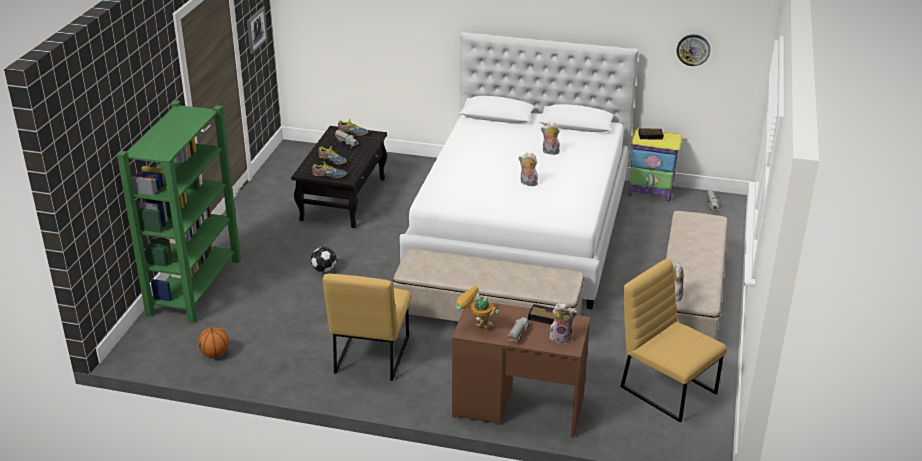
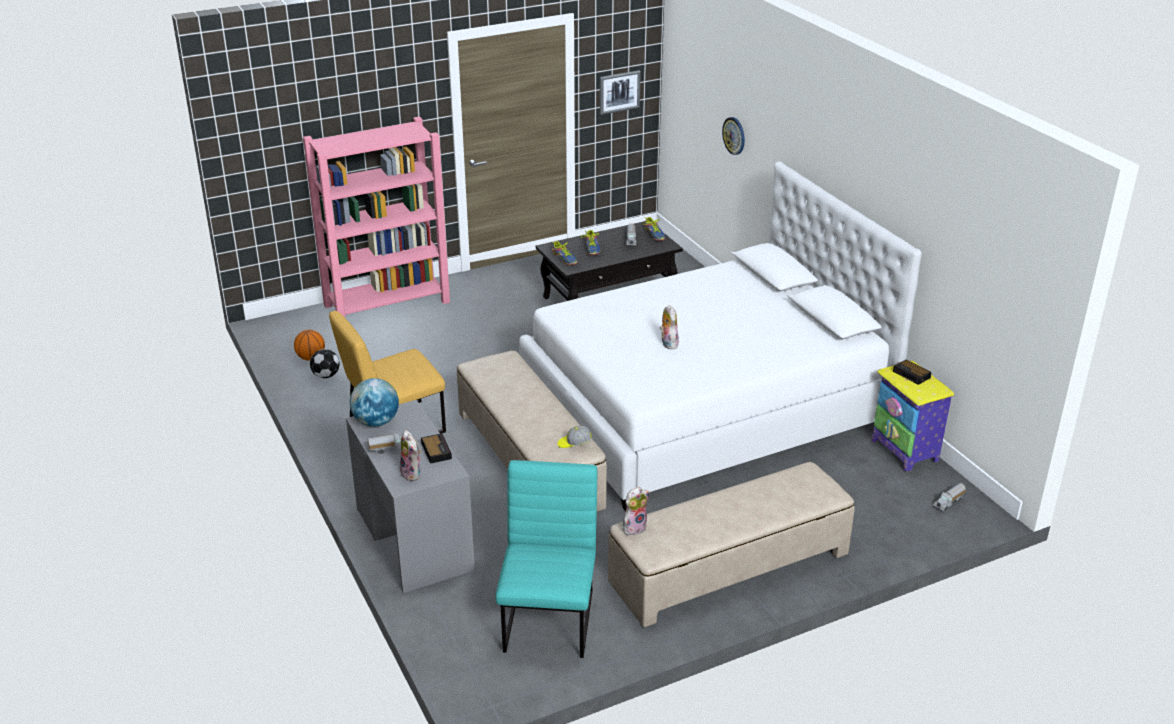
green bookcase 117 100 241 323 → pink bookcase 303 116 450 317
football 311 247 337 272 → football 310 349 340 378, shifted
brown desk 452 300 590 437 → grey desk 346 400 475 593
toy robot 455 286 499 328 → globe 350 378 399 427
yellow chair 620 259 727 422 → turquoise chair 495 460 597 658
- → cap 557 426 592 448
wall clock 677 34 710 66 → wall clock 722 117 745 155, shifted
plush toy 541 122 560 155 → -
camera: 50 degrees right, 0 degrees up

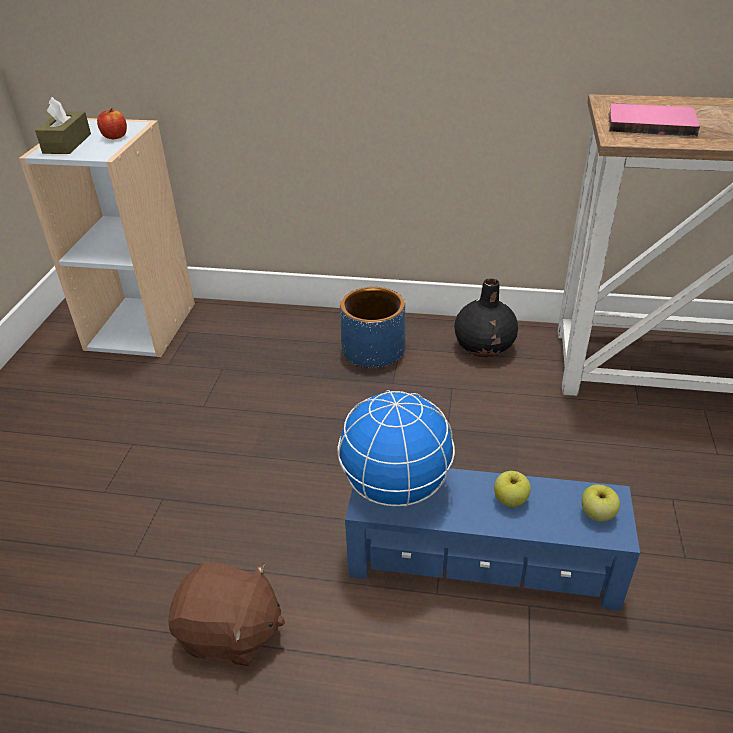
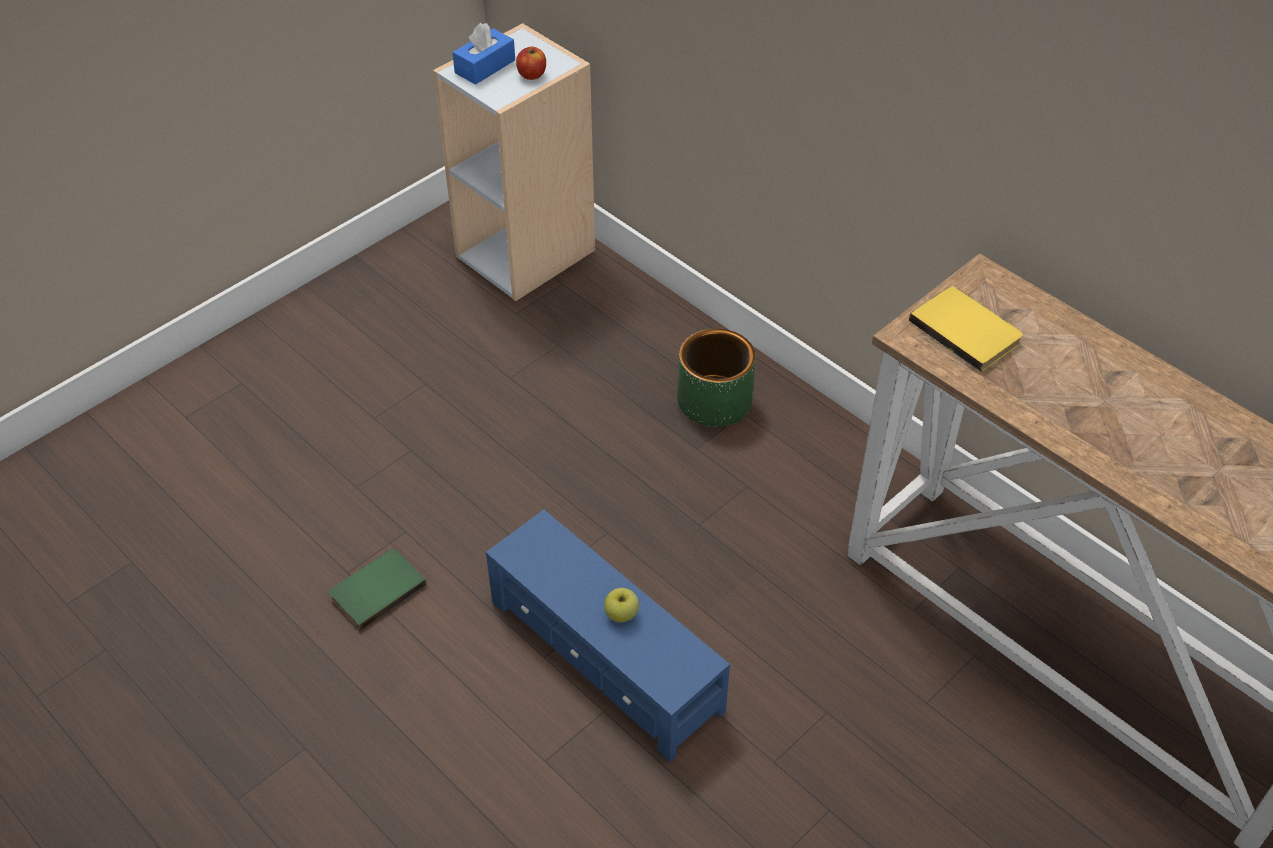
brown plush toy 168 562 285 666 → green book 329 549 427 630
brown tissue box 35 97 91 154 → blue tissue box 452 23 515 85
blue planter 340 287 406 368 → green planter 677 328 756 427
pink book 608 104 700 136 → yellow book 909 286 1023 372
globe 338 390 455 507 → -
black vase 454 278 518 358 → -
apple 582 484 620 522 → -
camera: 35 degrees right, 10 degrees up

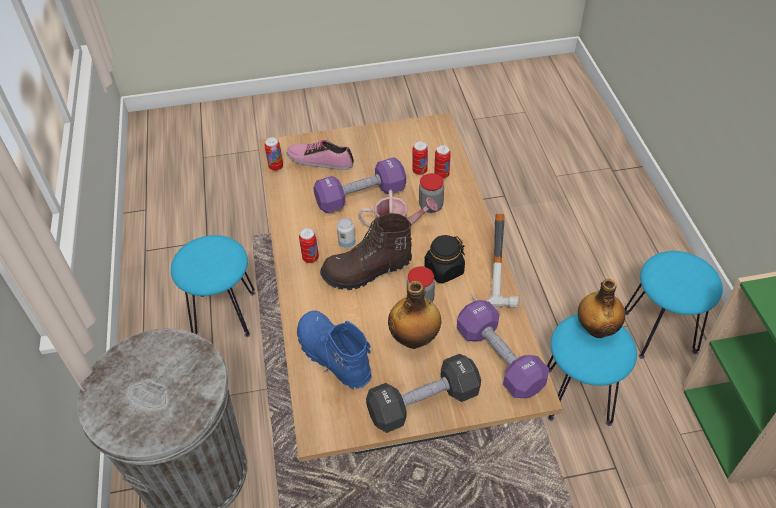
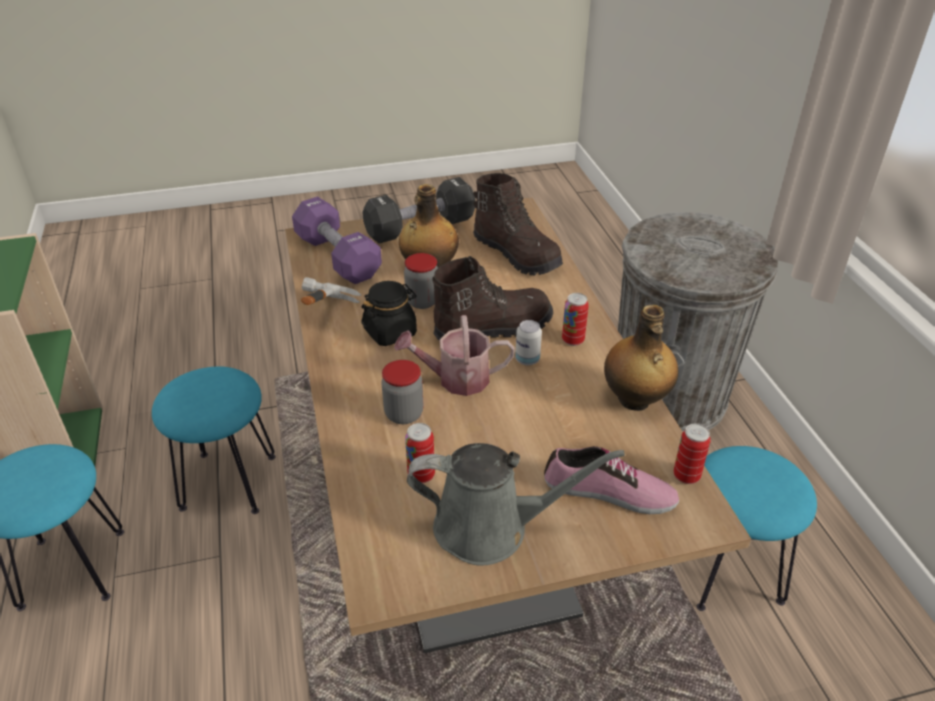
- → grey watering can 407 443 625 565
blue boot 297 310 372 389 → brown boot 473 173 563 275
bottle 578 279 625 338 → bottle 604 305 678 411, shifted
purple dumbbell 313 157 406 213 → -
can 434 145 451 179 → -
camera: 175 degrees right, 10 degrees down

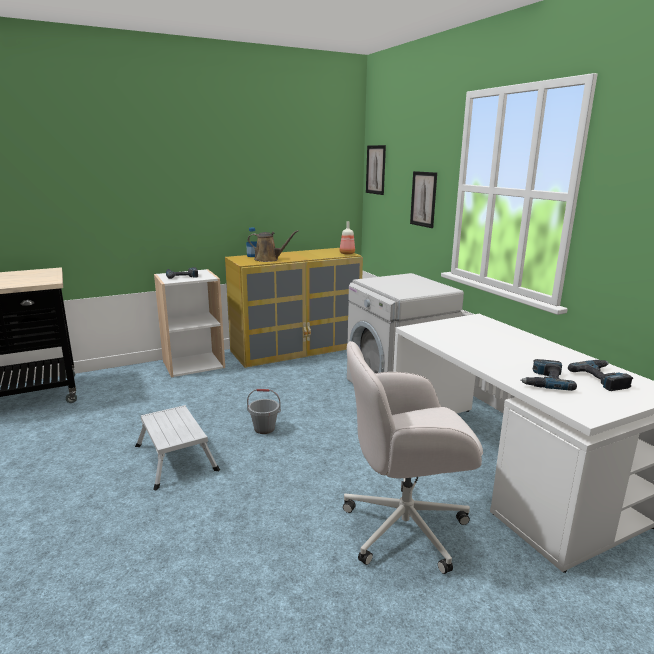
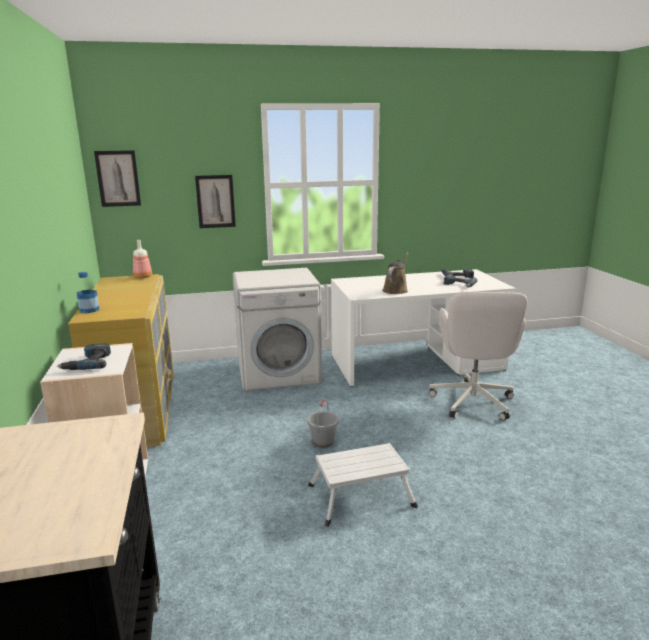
brown watering can 248 230 299 262 → brown watering can 382 252 408 294, shifted
camera: 75 degrees left, 0 degrees up

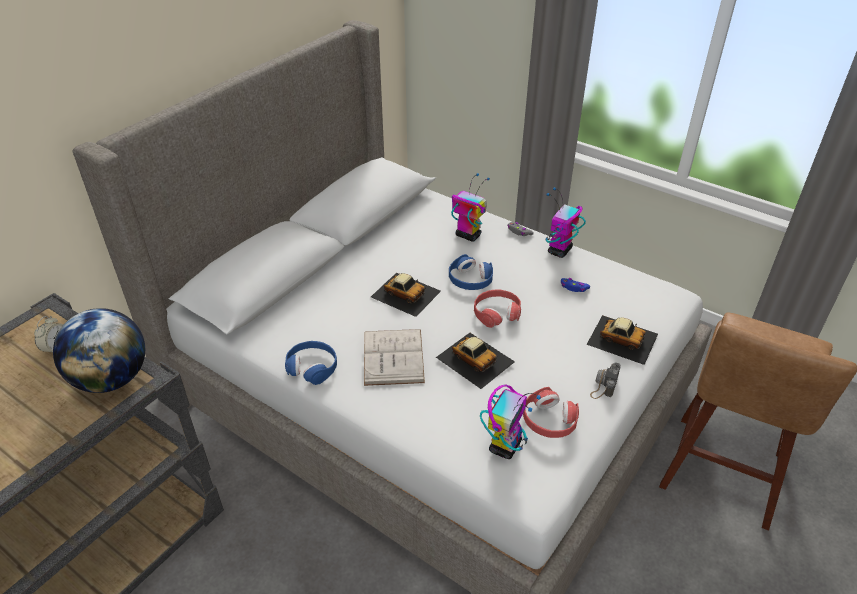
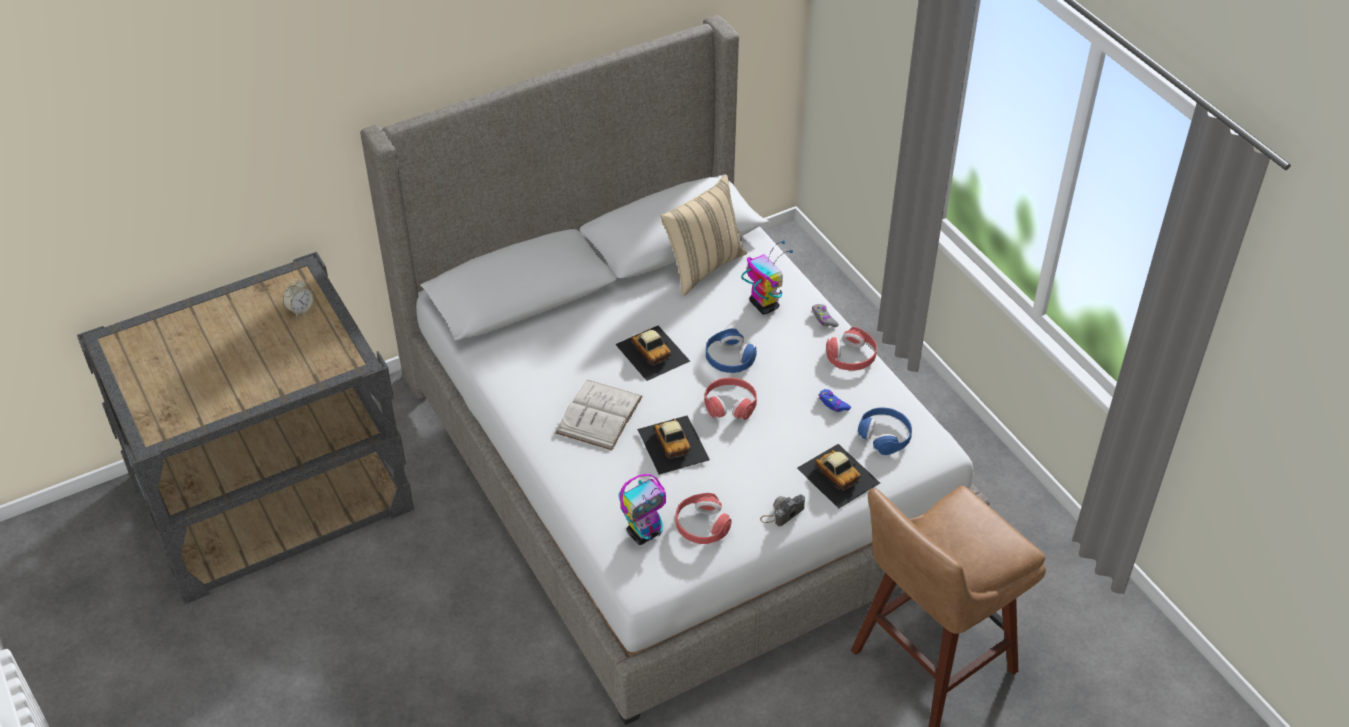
- → beige pillow 661 174 747 296
toy robot 546 187 586 258 → red headphones 826 327 877 371
blue headphones 285 341 337 385 → blue headphones 858 407 912 455, shifted
globe 53 308 145 393 → -
camera: 25 degrees right, 5 degrees up

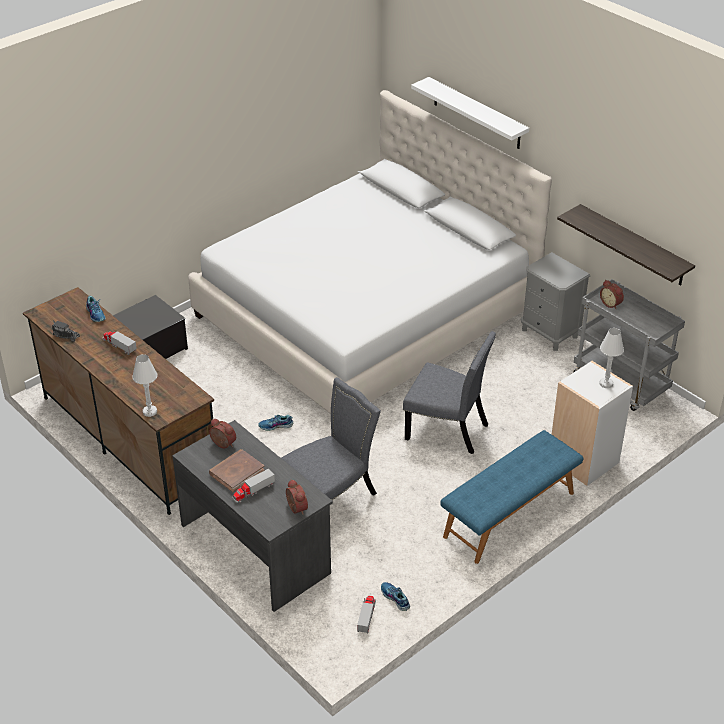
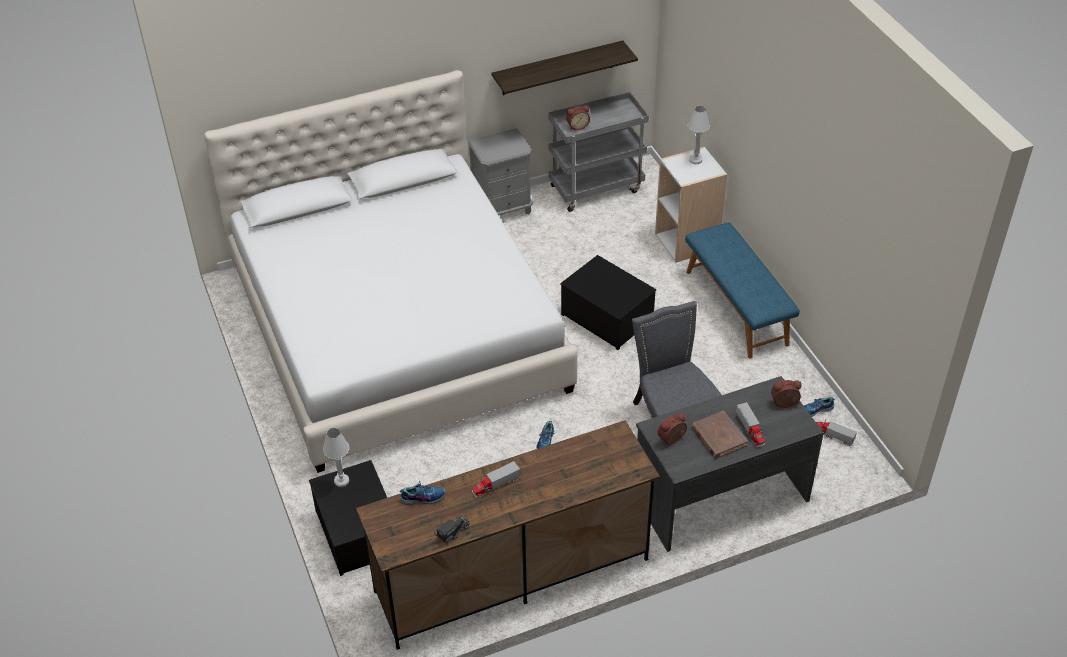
white table lamp 132 354 157 417 → white table lamp 323 428 349 487, shifted
grey chair 403 331 496 454 → storage box 560 255 657 350
white shelf 411 77 529 149 → -
camera: 70 degrees left, 5 degrees up

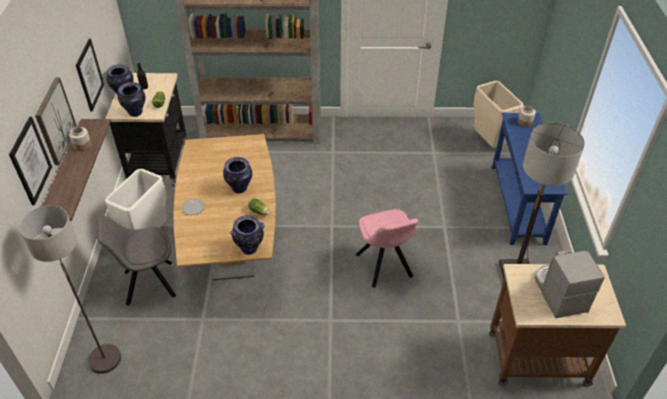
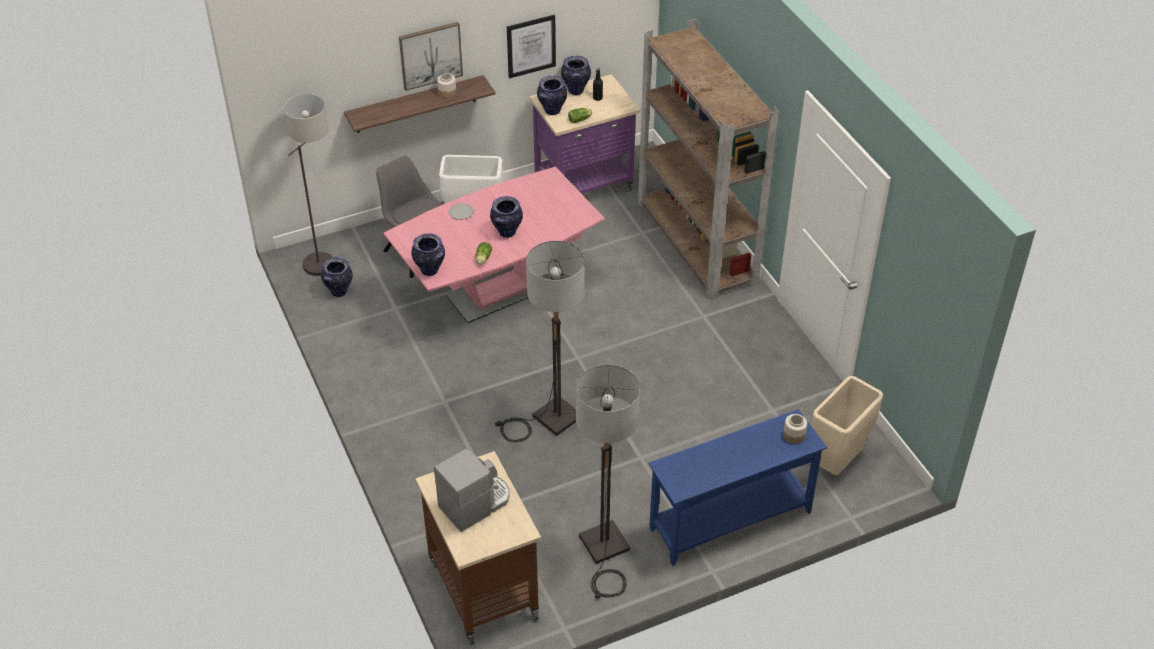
- → vase 321 257 353 297
brown dining table 174 134 276 281 → pink dining table 384 167 605 323
pink chair 356 209 418 288 → floor lamp 495 241 585 442
black cart 105 73 187 187 → purple cart 530 74 640 194
picture 9 117 52 205 → -
camera: 65 degrees right, 0 degrees up

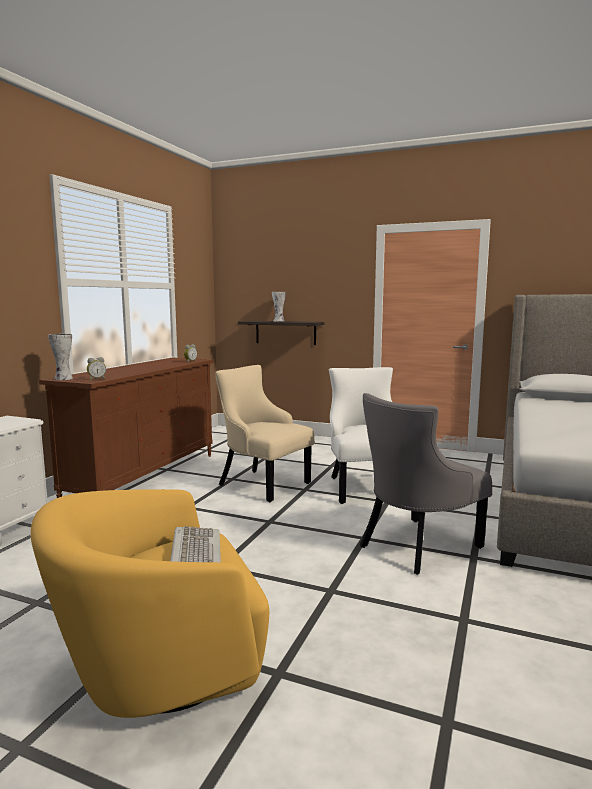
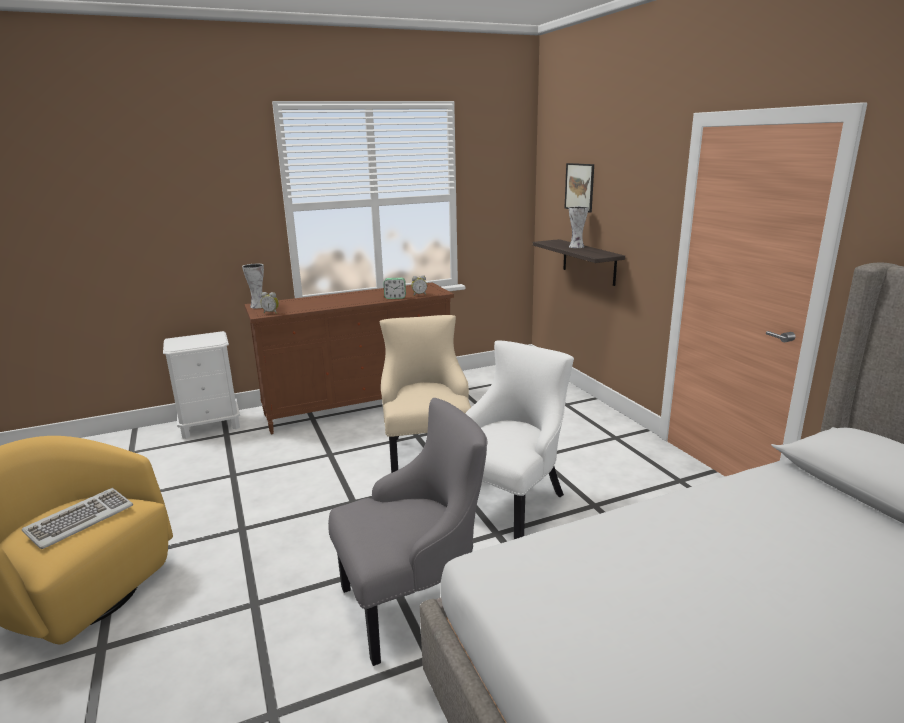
grey chair 360 393 493 575 → grey chair 328 398 487 666, 150 degrees clockwise
- → alarm clock 383 278 406 299
- → picture 564 163 594 213
camera: 45 degrees right, 10 degrees up

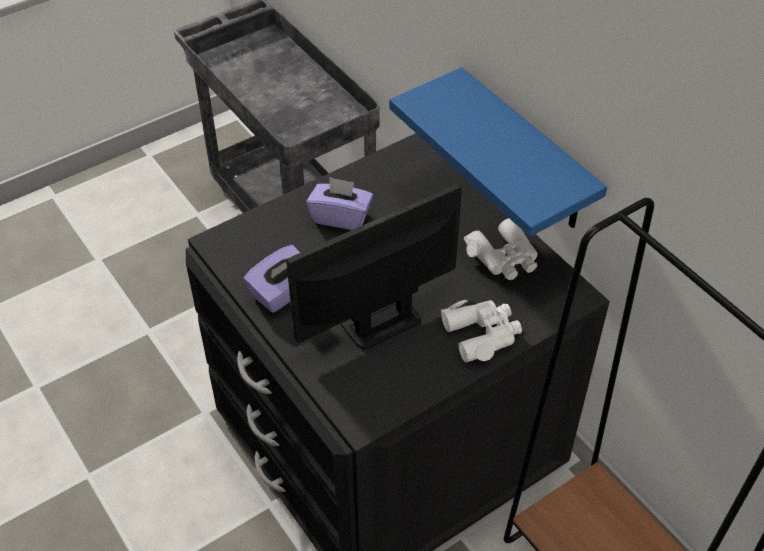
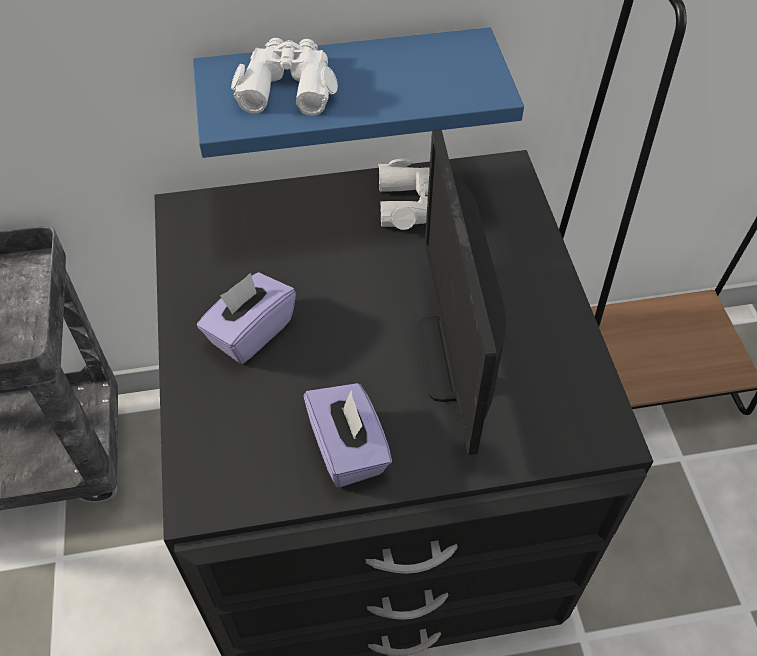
white binoculars 441 300 522 362 → white binoculars 231 38 338 116, shifted
camera: 65 degrees left, 5 degrees up

